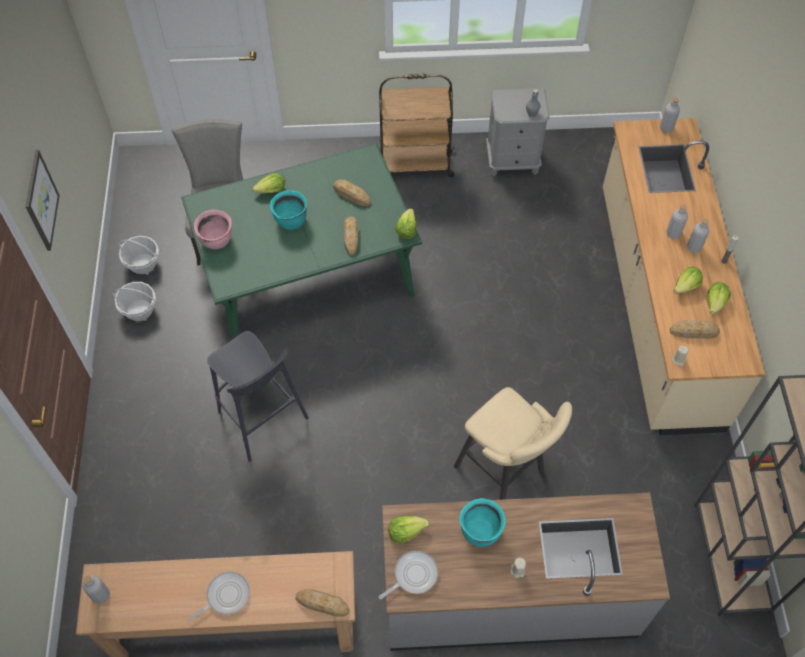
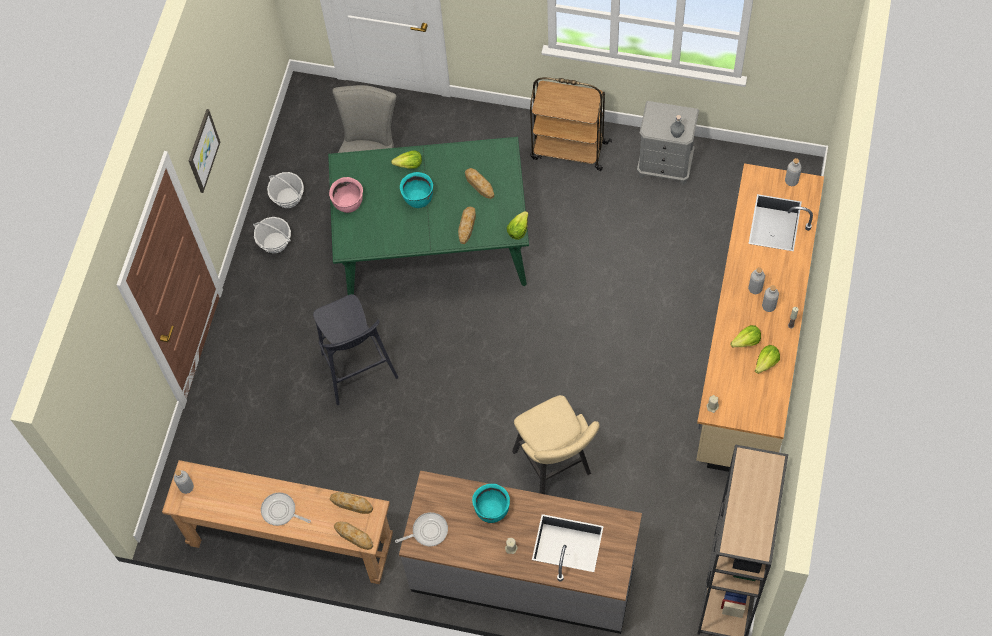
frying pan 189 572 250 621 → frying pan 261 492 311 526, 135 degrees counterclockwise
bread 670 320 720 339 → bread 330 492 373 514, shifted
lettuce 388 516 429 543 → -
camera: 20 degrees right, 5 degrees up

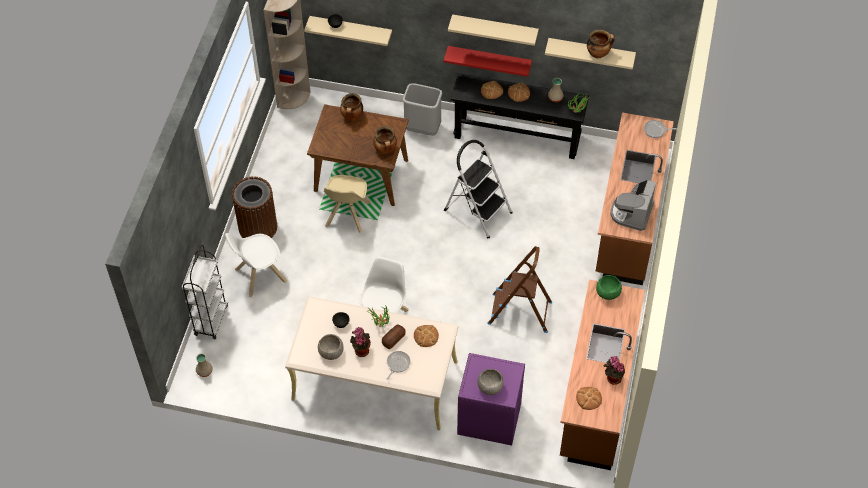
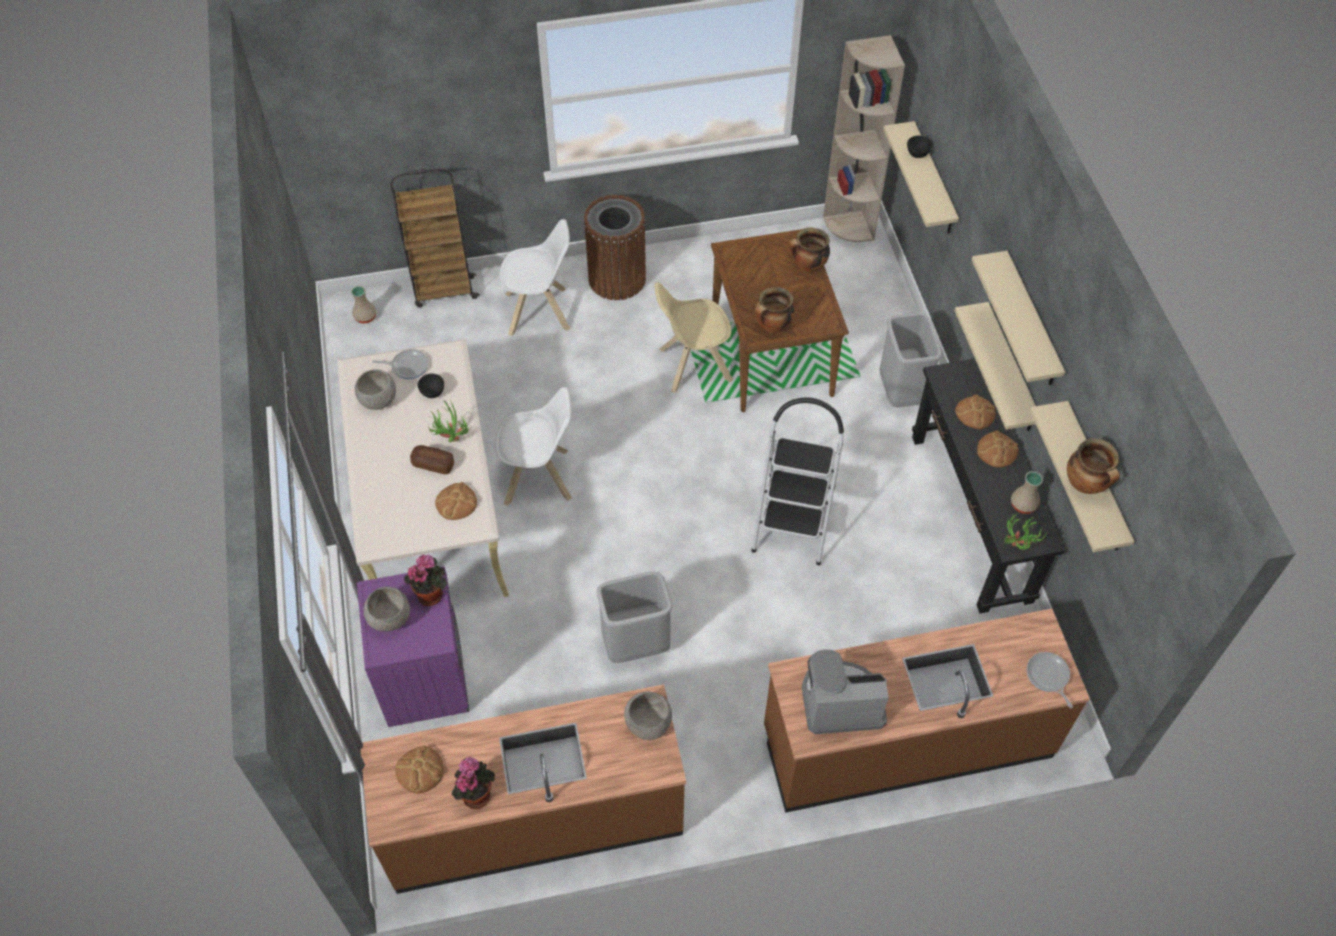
frying pan 387 351 411 380 → frying pan 373 349 428 379, shifted
white cart 182 245 228 340 → brown cart 391 169 480 308
potted plant 350 327 371 357 → potted plant 404 554 447 606, shifted
white chair 225 233 288 297 → white chair 500 219 571 336, 135 degrees clockwise
brown step ladder 487 246 552 333 → grey trash can 596 572 672 663
green bowl 596 275 622 300 → grey bowl 624 692 672 740
red shelf 444 46 532 77 → beige shelf 955 302 1036 431
camera: 65 degrees right, 0 degrees up

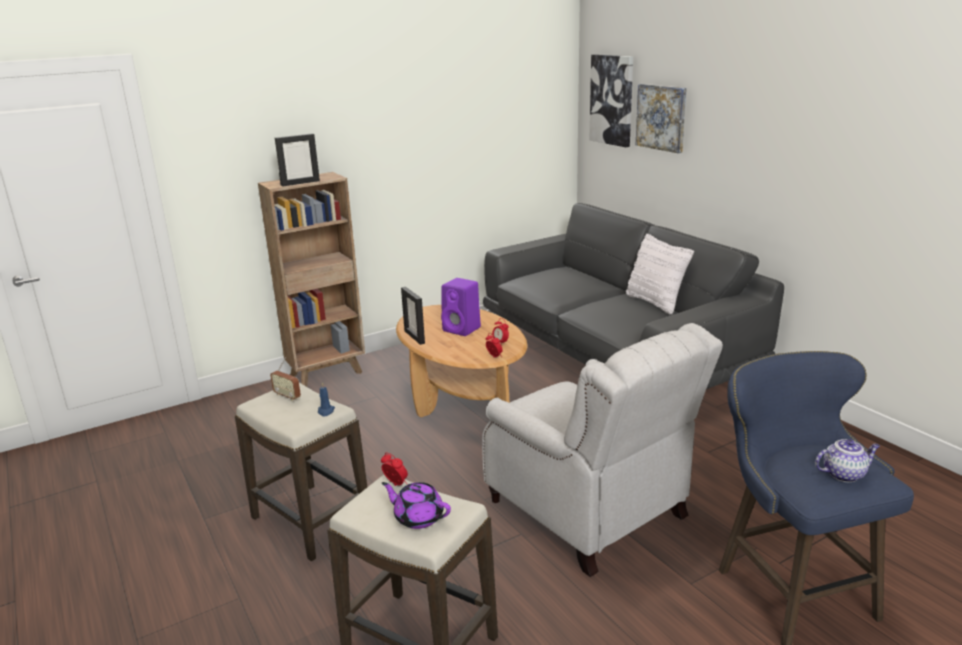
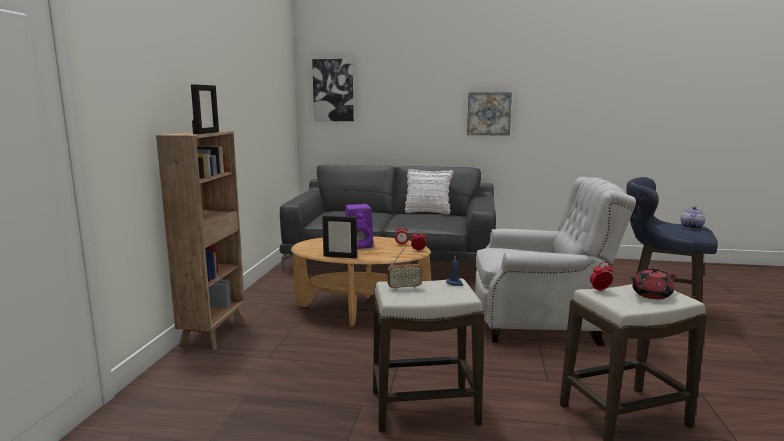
picture 636 84 687 153 → picture 467 92 512 136, shifted
purple teapot 382 482 451 529 → red teapot 630 267 675 299
camera: 50 degrees left, 10 degrees down

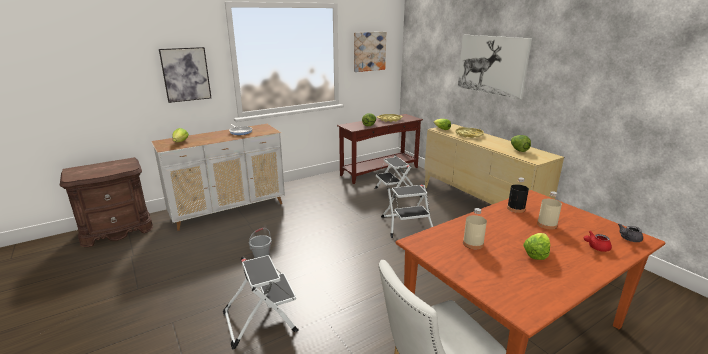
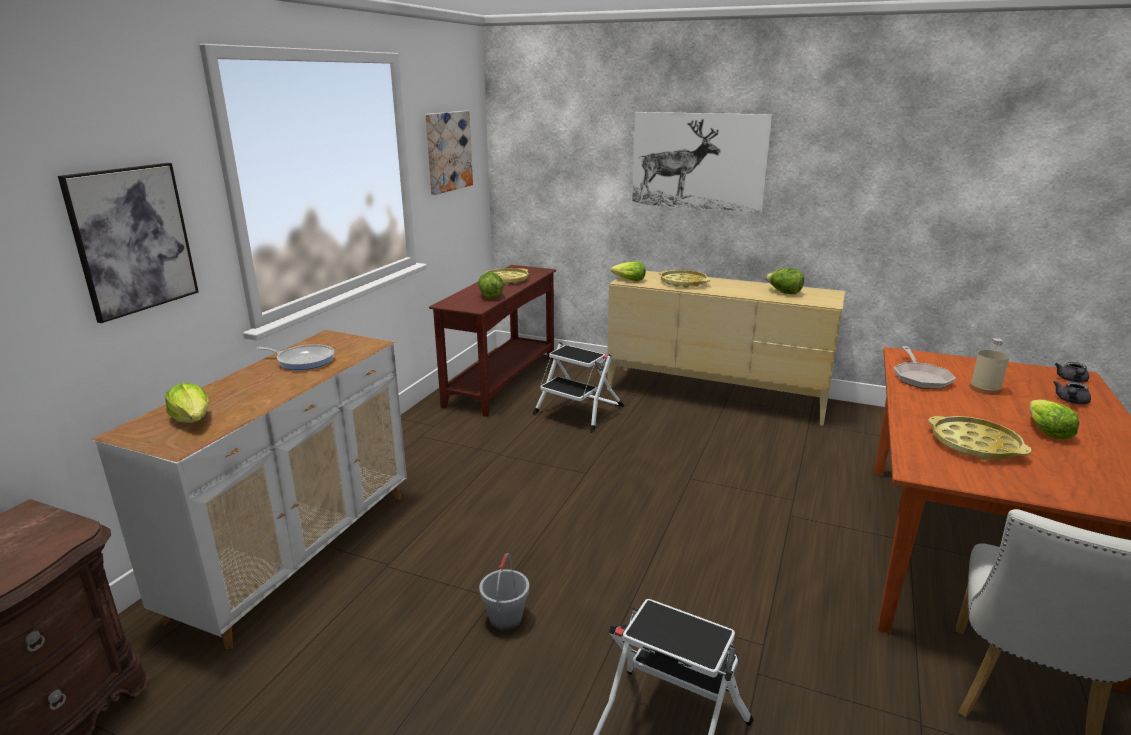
black bottle 507 178 529 213 → frying pan 894 346 956 389
beige bottle 463 208 487 249 → yellow tray 928 416 1032 460
red teapot 584 231 612 252 → grey teapot 1053 381 1091 404
step ladder 381 184 433 238 → -
camera: 35 degrees left, 0 degrees up

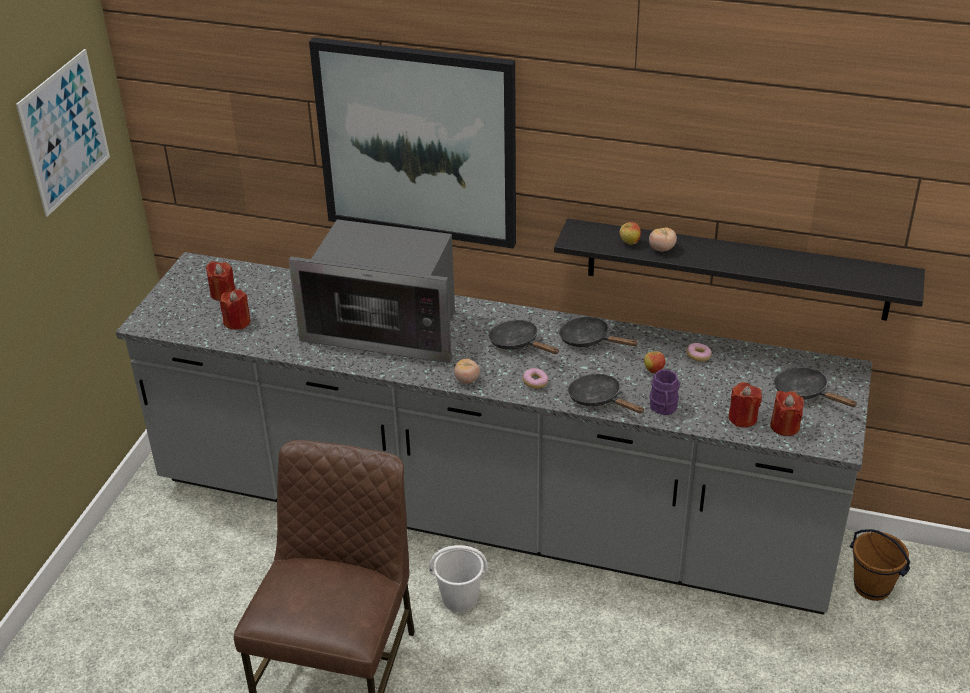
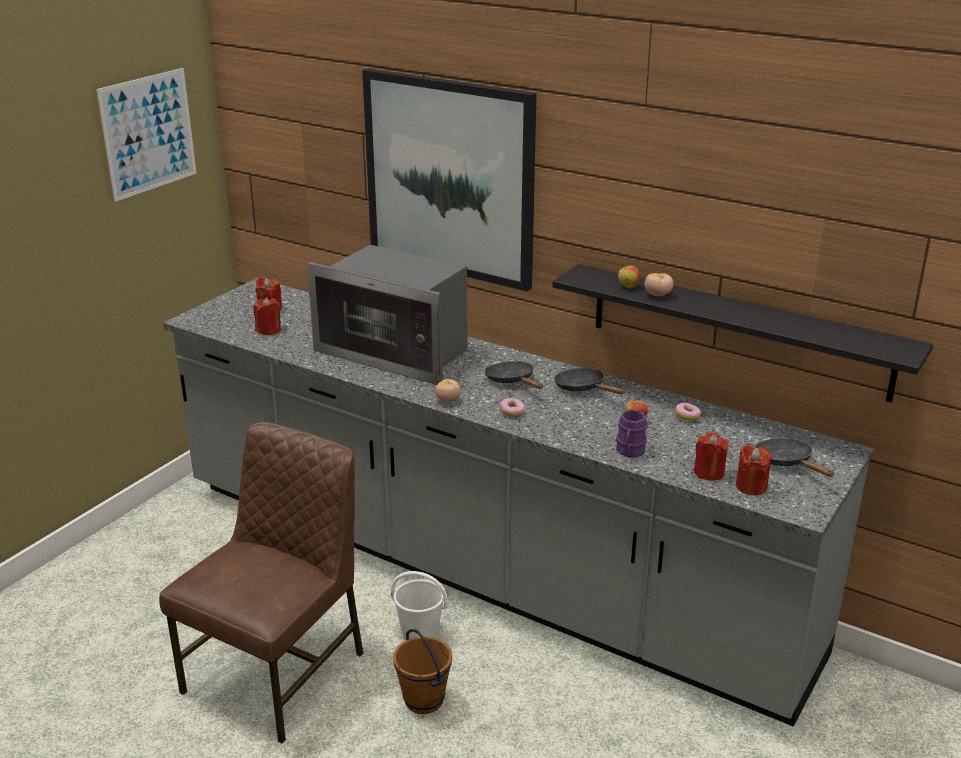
brown bucket 850 529 911 601 → brown bucket 393 629 452 714, shifted
black frying pan 568 374 644 414 → -
camera: 15 degrees right, 10 degrees down

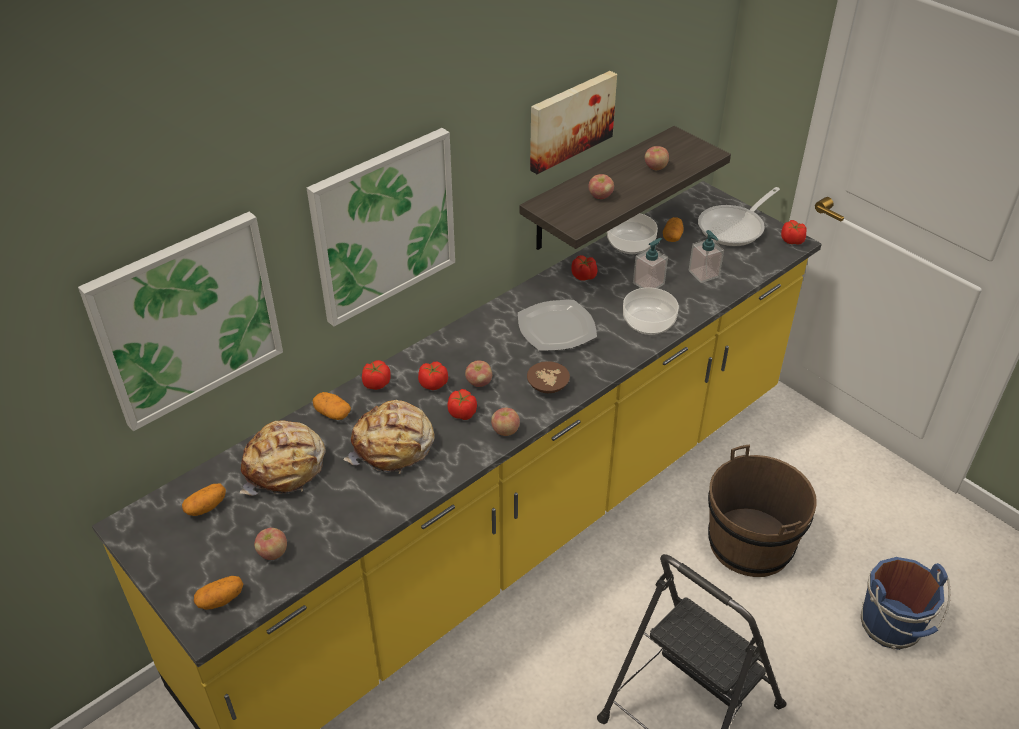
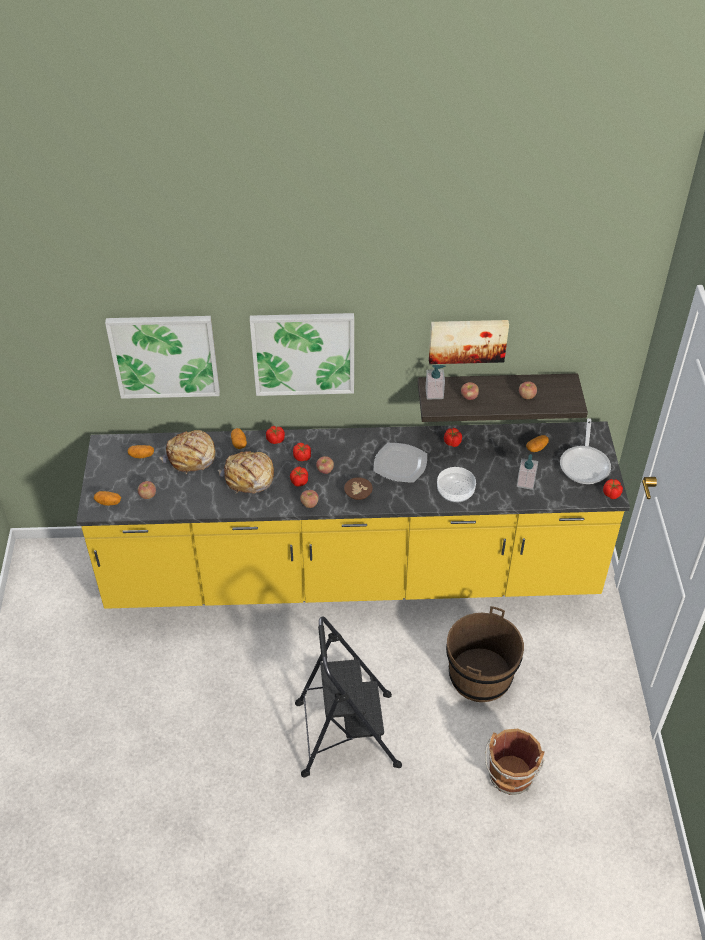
soap dispenser 633 238 668 289 → soap dispenser 425 365 446 399, shifted
blue bucket 861 557 951 650 → brown bucket 485 729 545 795
frying pan 698 187 780 246 → frying pan 560 418 611 484, 75 degrees counterclockwise
bowl 607 213 658 254 → -
camera: 40 degrees right, 5 degrees up

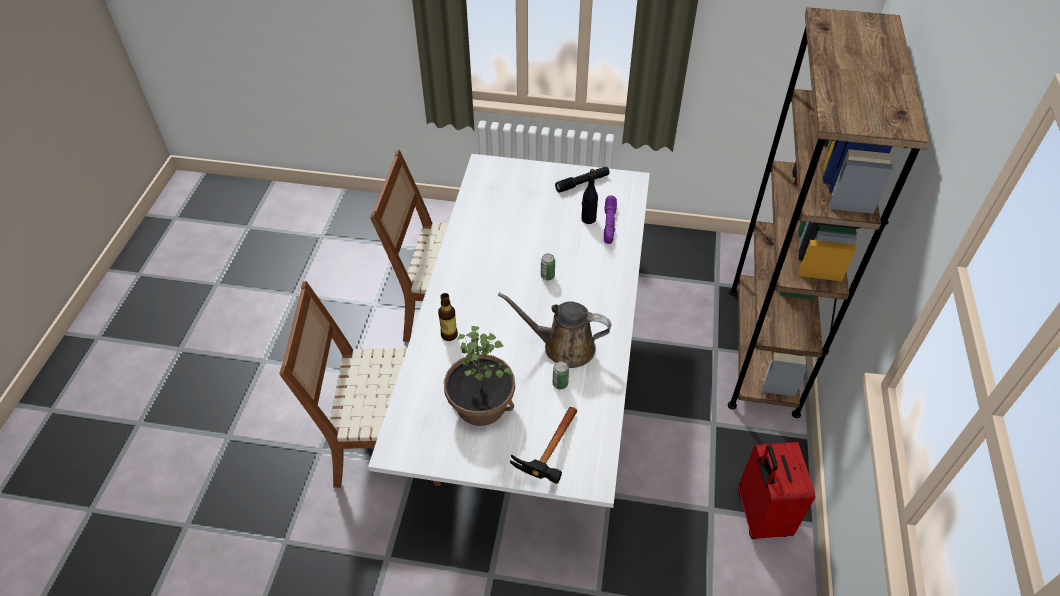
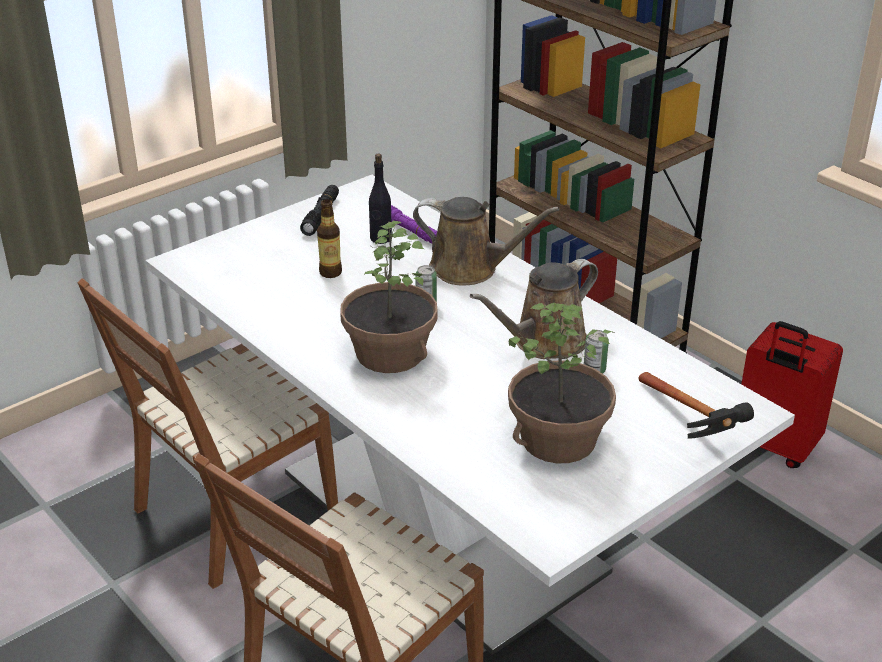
bottle 438 293 458 341 → bottle 317 199 342 278, shifted
- → potted plant 340 220 438 373
- → brown watering can 413 197 560 286
camera: 50 degrees left, 15 degrees down

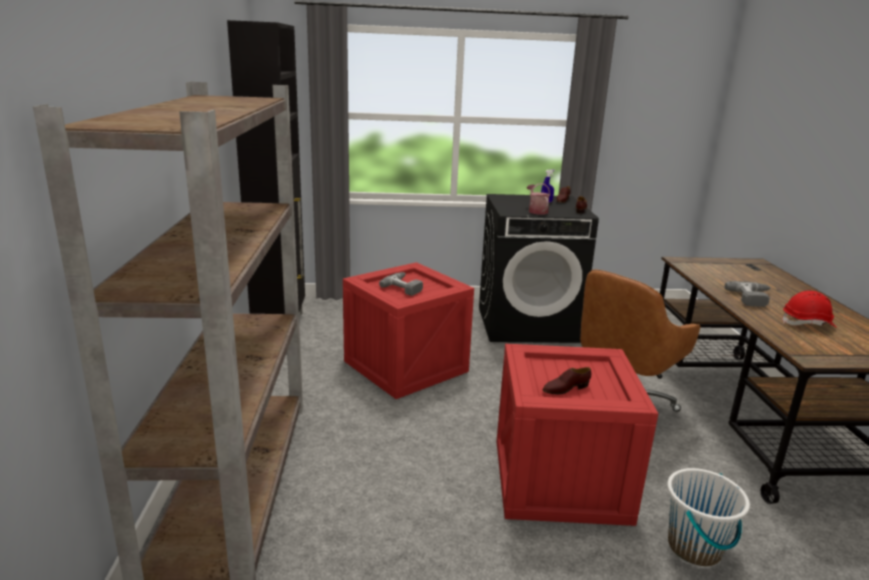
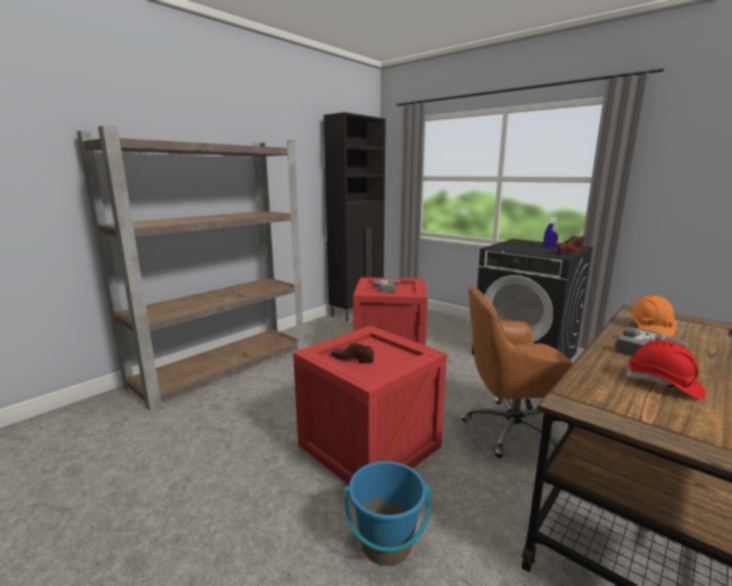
white bucket 667 468 750 566 → blue bucket 345 461 431 566
- → orange hard hat 630 295 676 337
watering can 527 184 550 215 → -
camera: 45 degrees right, 5 degrees down

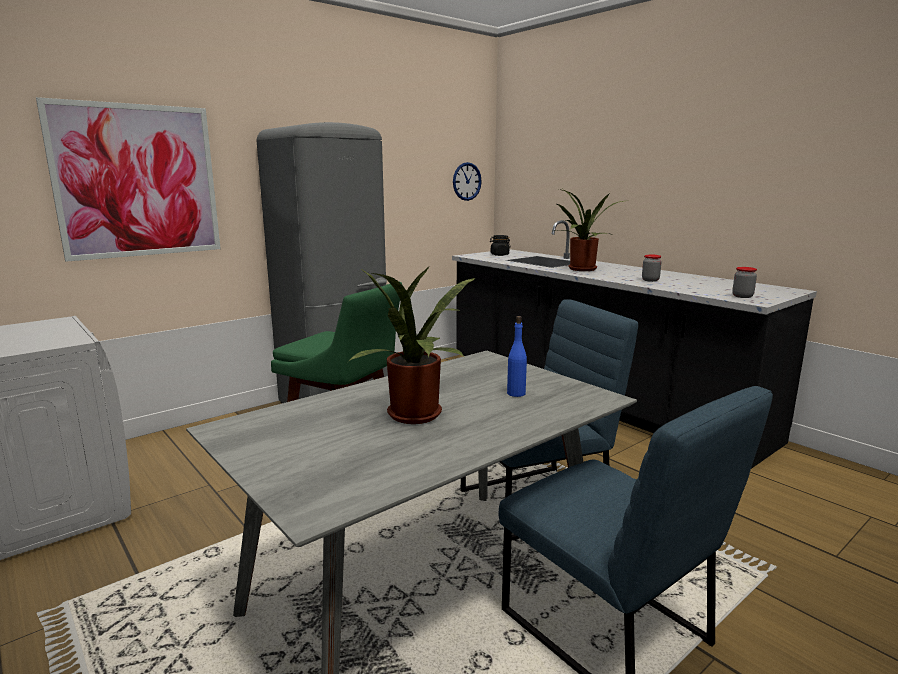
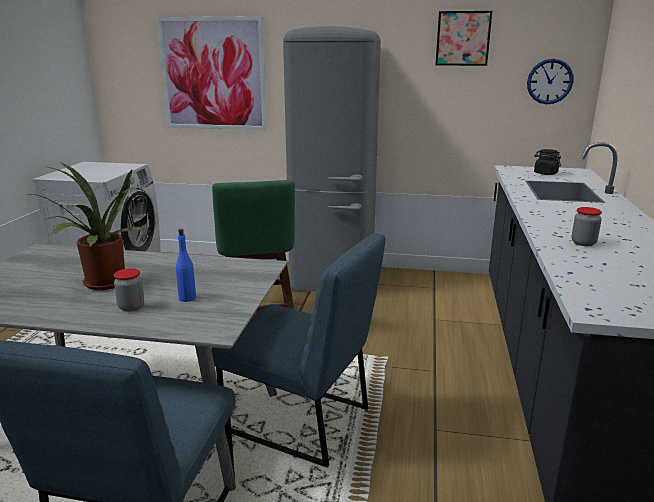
jar 732 267 757 298 → jar 114 268 144 311, shifted
- → picture 435 11 492 66
potted plant 554 189 623 271 → -
camera: 50 degrees right, 5 degrees up

